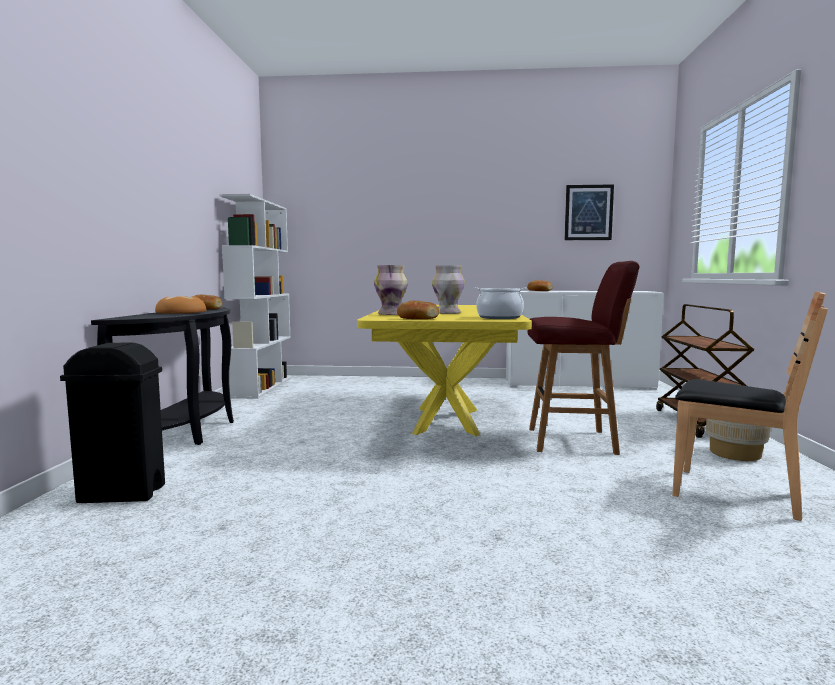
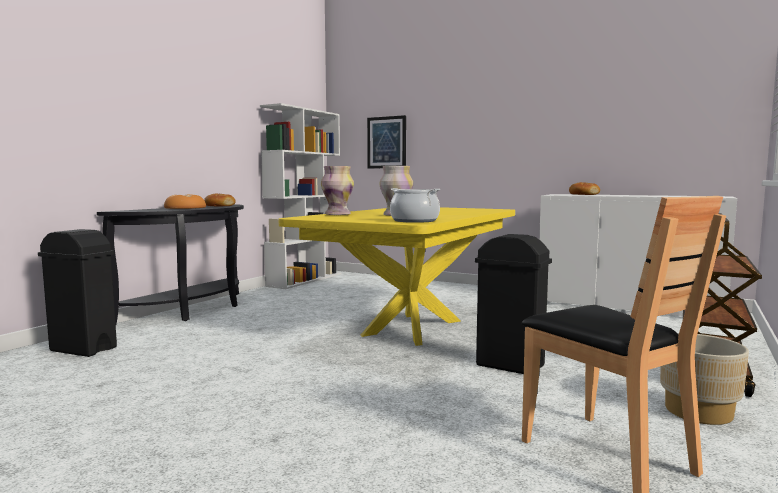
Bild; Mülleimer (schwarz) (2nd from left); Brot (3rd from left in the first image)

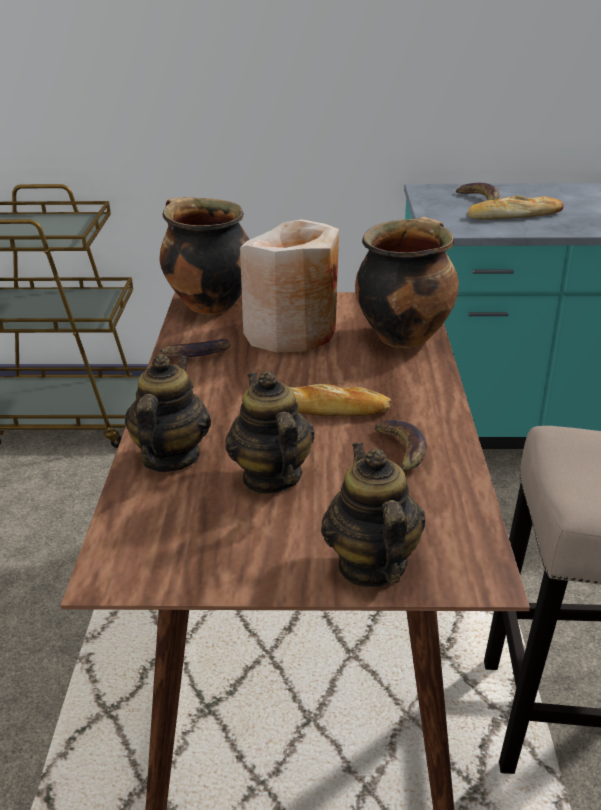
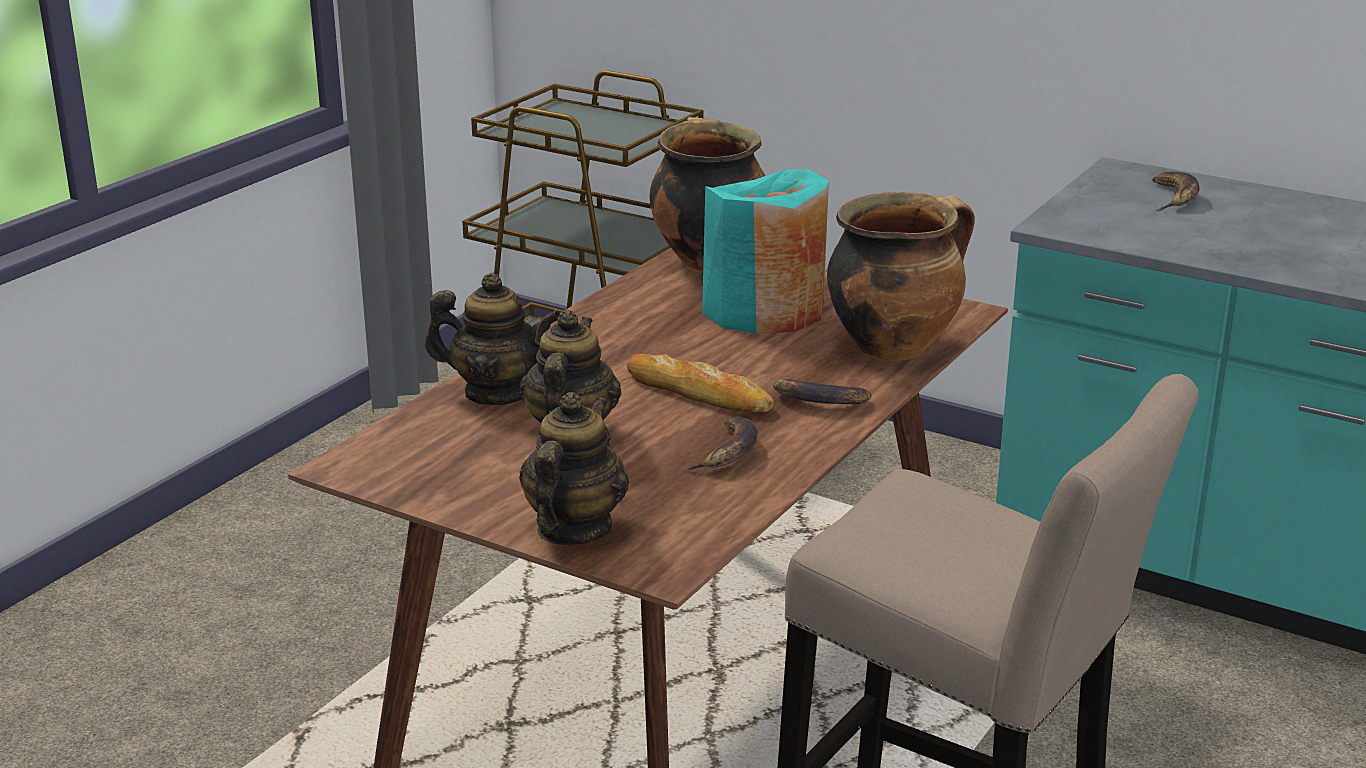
Brot (2nd from left in the first image); Vase (türkis); Banane (2nd from left); Teekanne (1st from left)

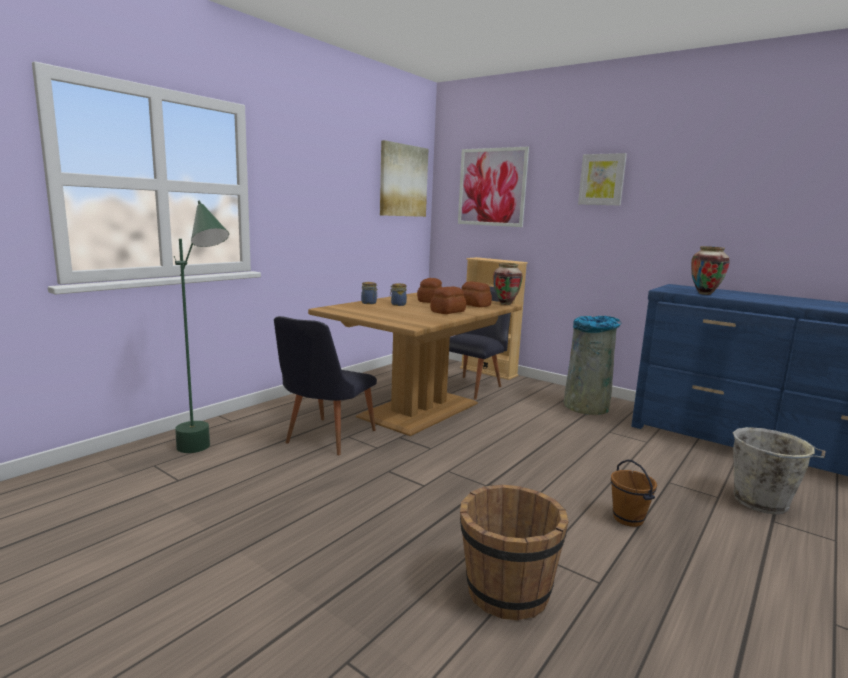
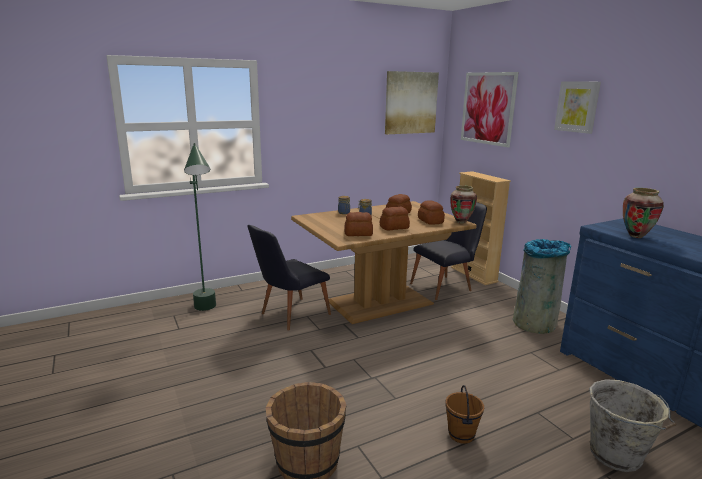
Brot (1st from left)

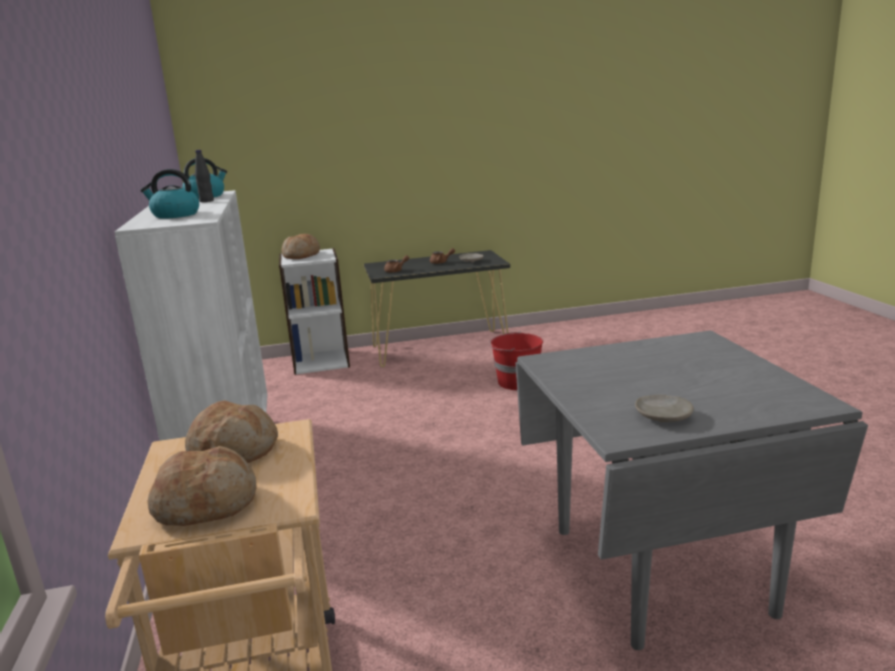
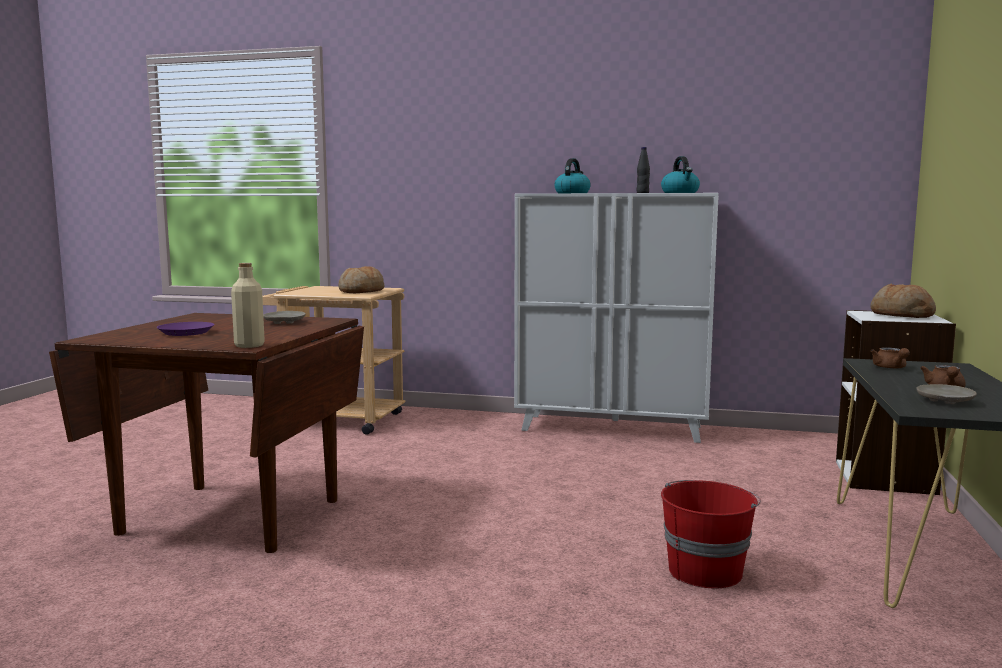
Esstisch (braun); Teller (beige) (1st from left); Brot (1st from left in the first image); Flasche (beige); Teller (lila)

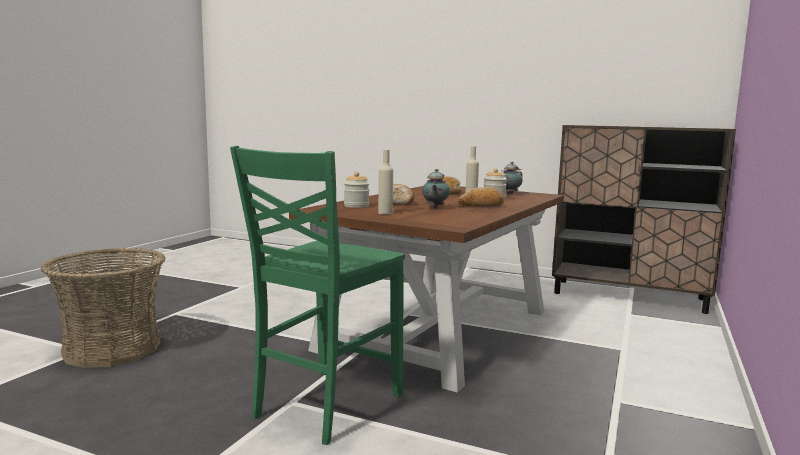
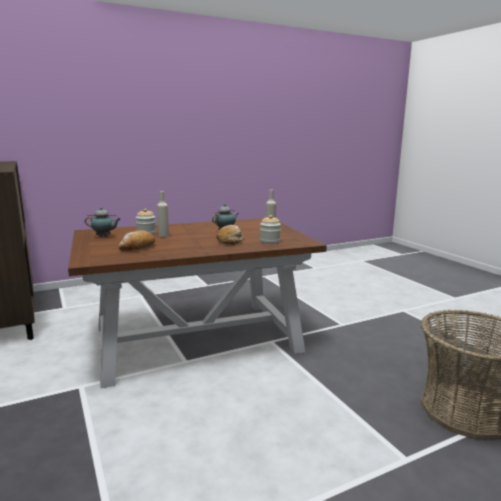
Stuhl (grün); Brot (3rd from left in the first image)

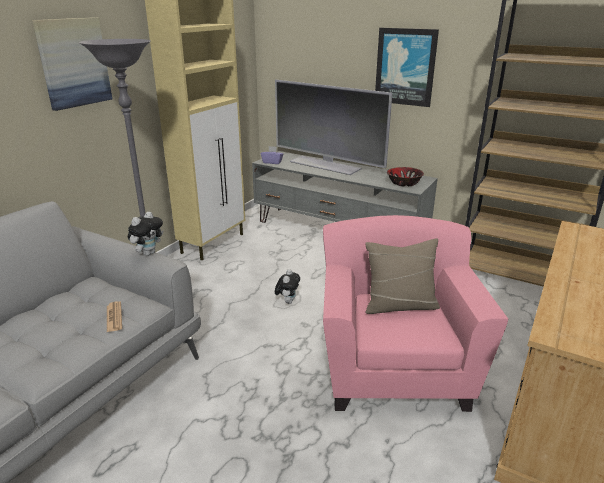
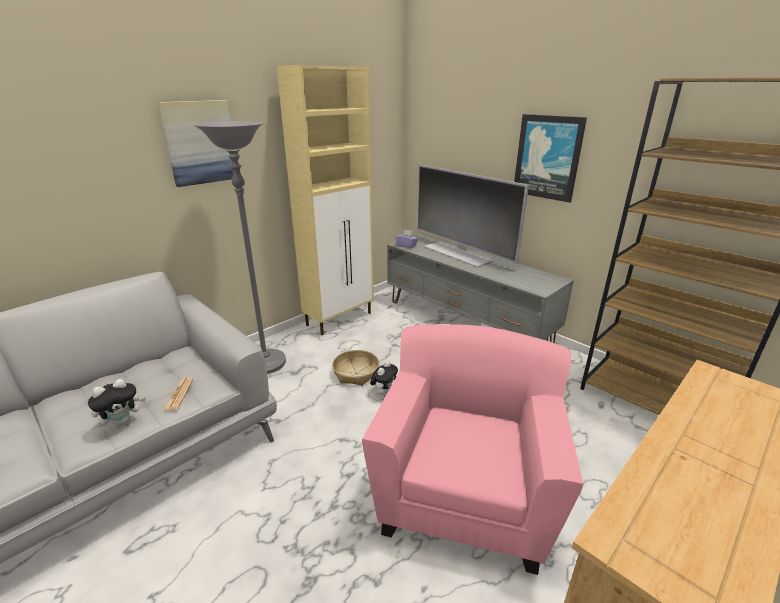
Schüssel; Plüschtier (1st from left); Kissen (beige); Korb

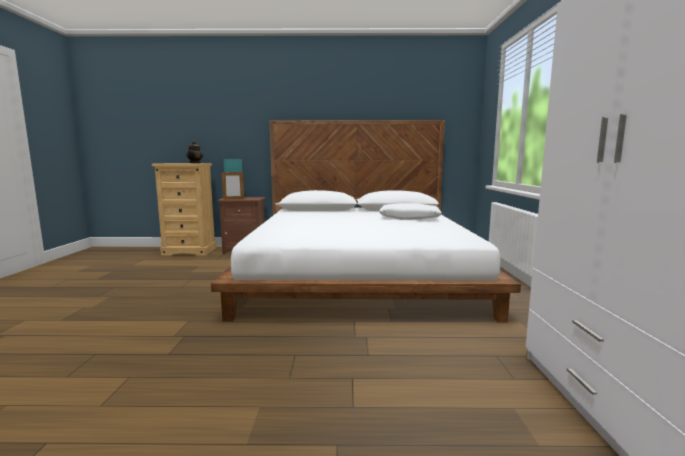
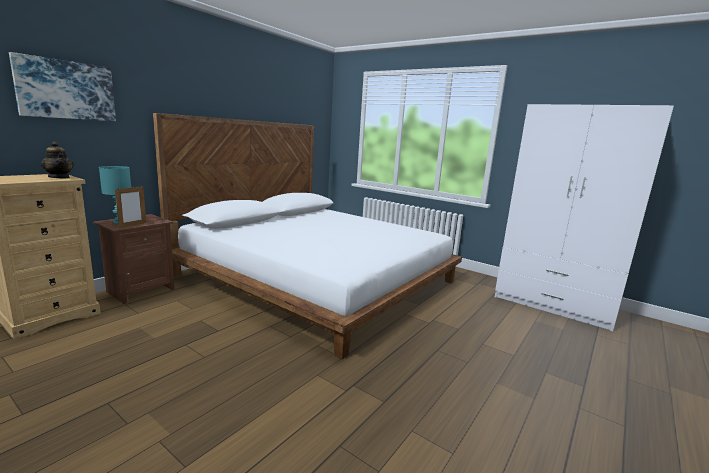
Kissen (weiß); Bild

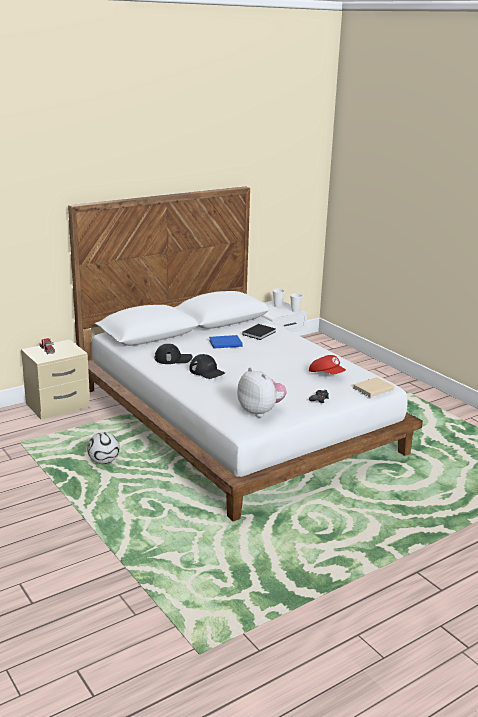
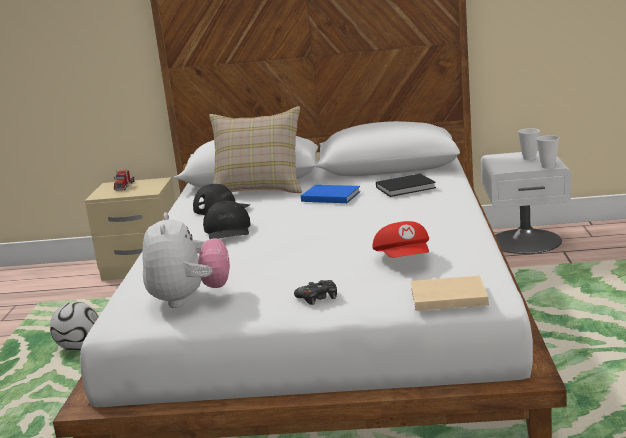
Kissen (beige)

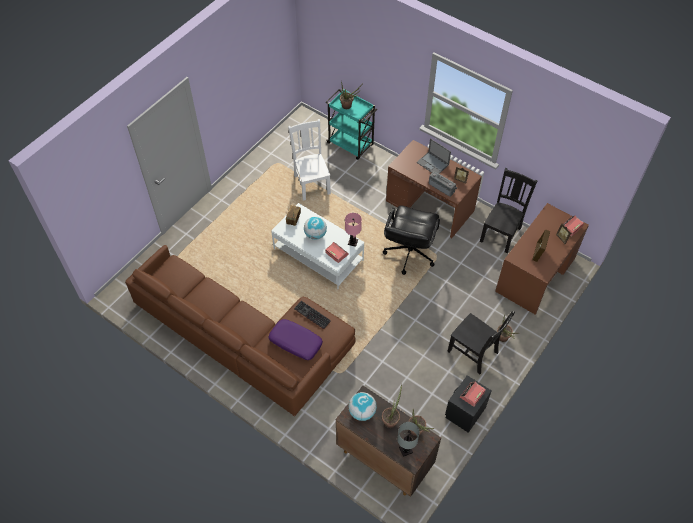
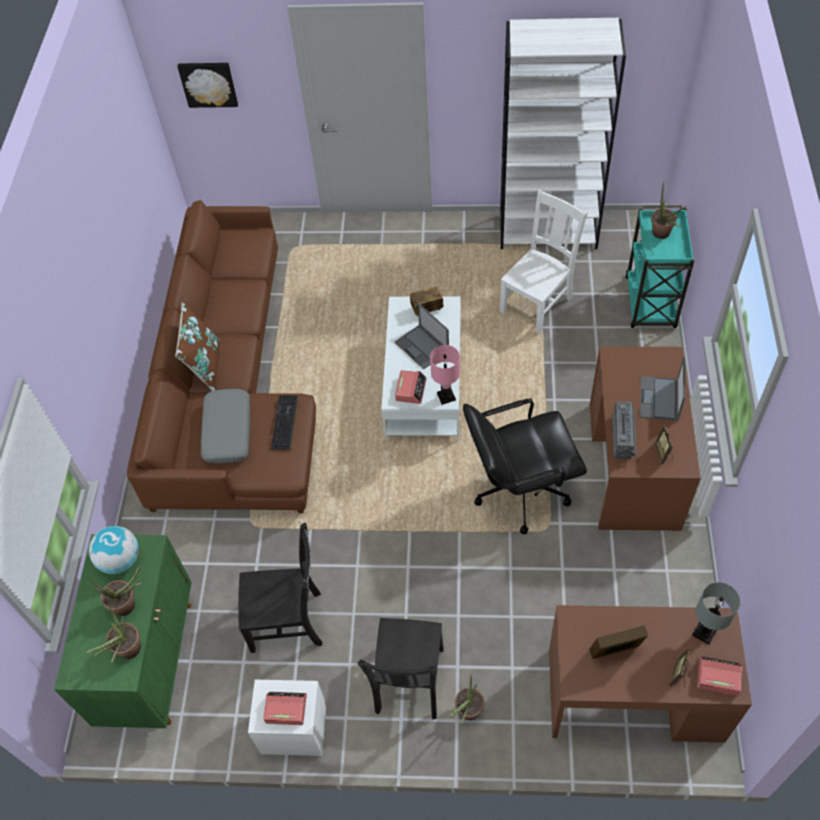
Stuhl (schwarz) (1st from left); Laptop (1st from left); Kissen (grau); Nachttisch (weiß); Schrank (grün); Tischlampe (grau); Bücherregal (weiß); Bild; Kissen (braun)

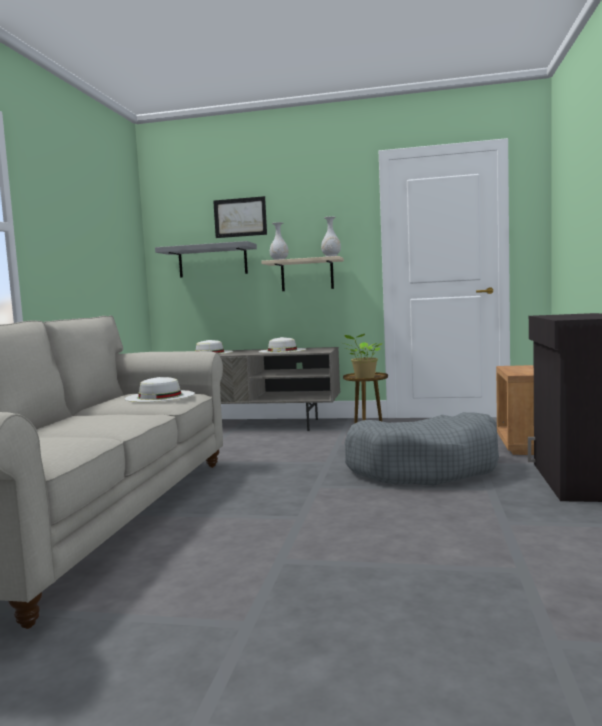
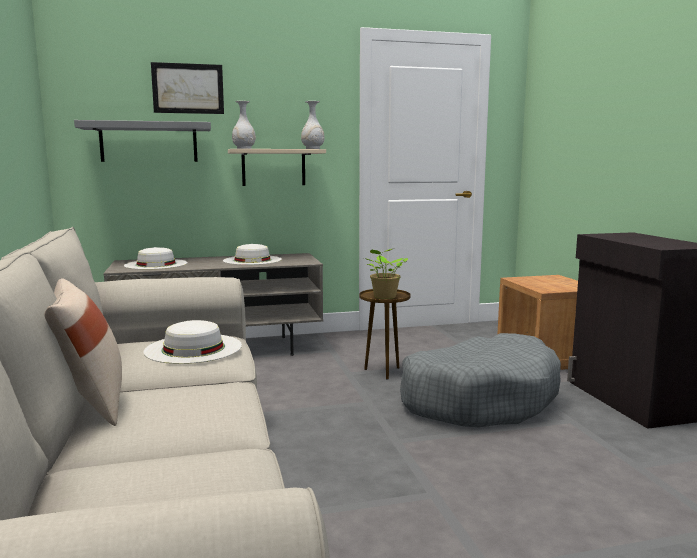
Kissen (beige)

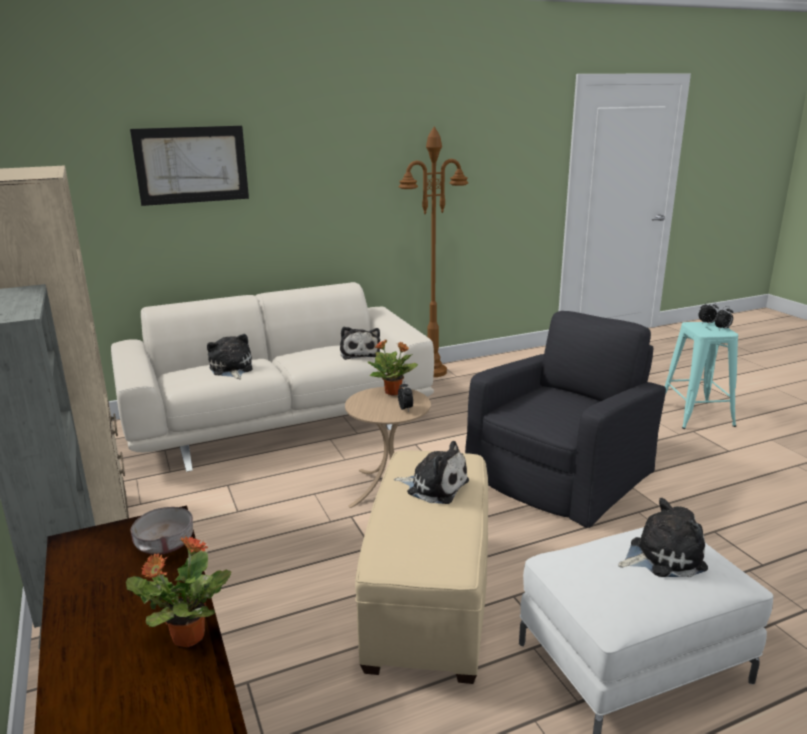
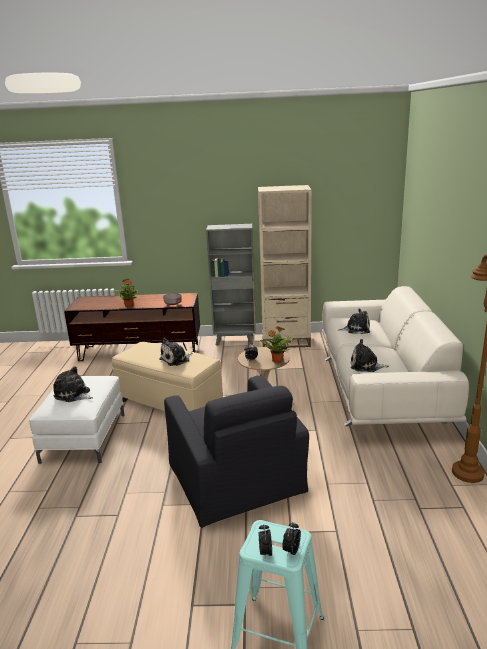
Bild; Plüschtier (1st from left)

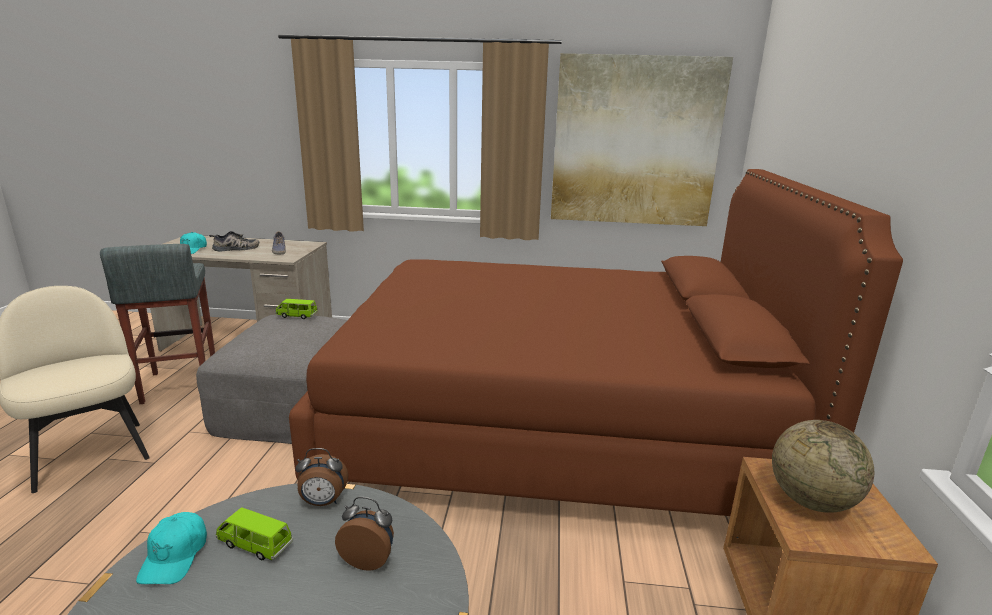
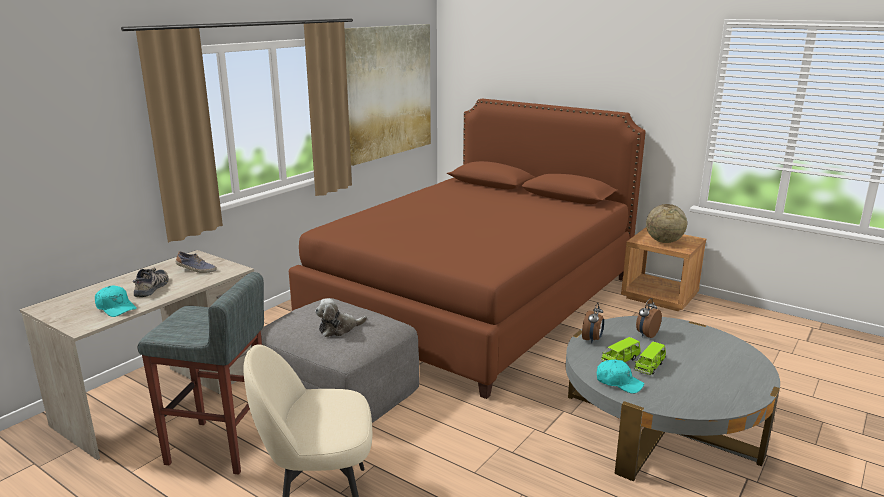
Spielzeugauto (grün) (2nd from left); Plüschtier

